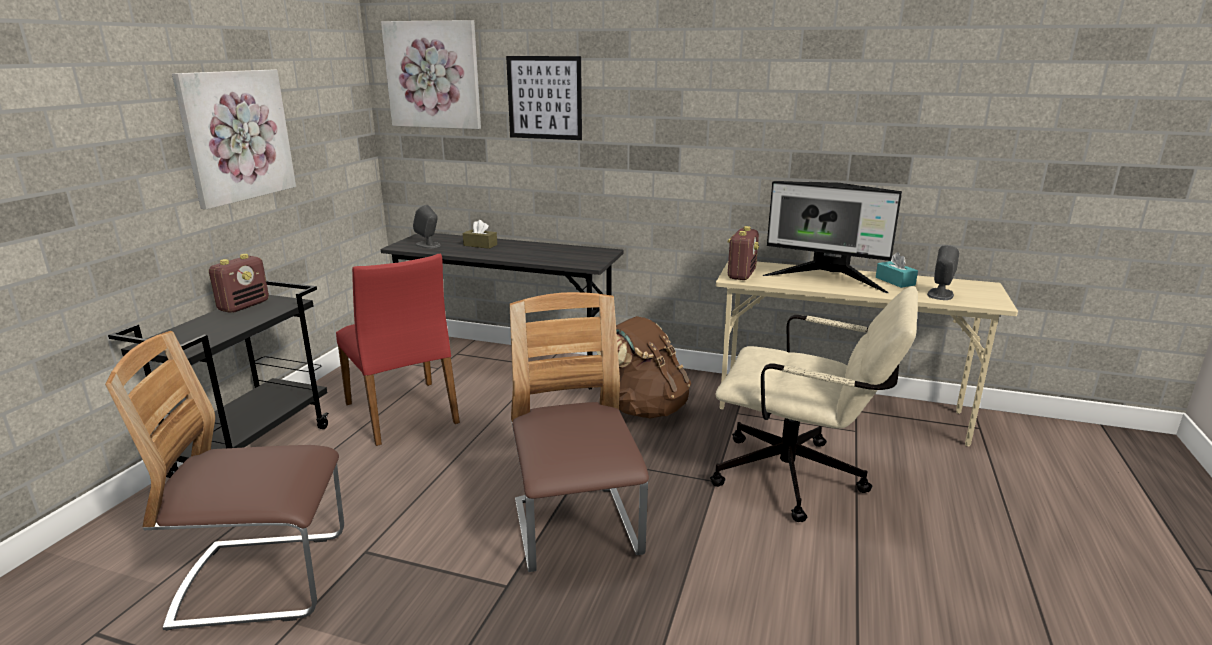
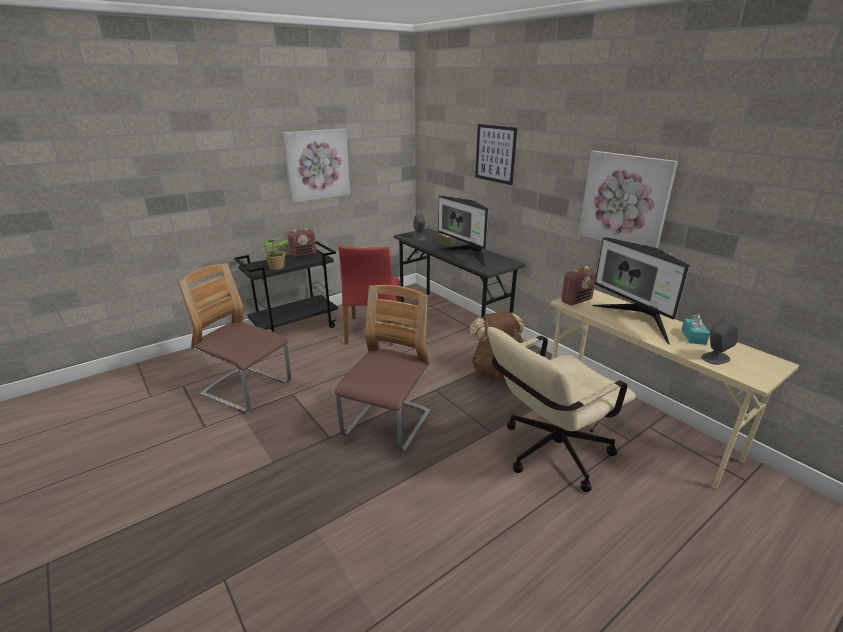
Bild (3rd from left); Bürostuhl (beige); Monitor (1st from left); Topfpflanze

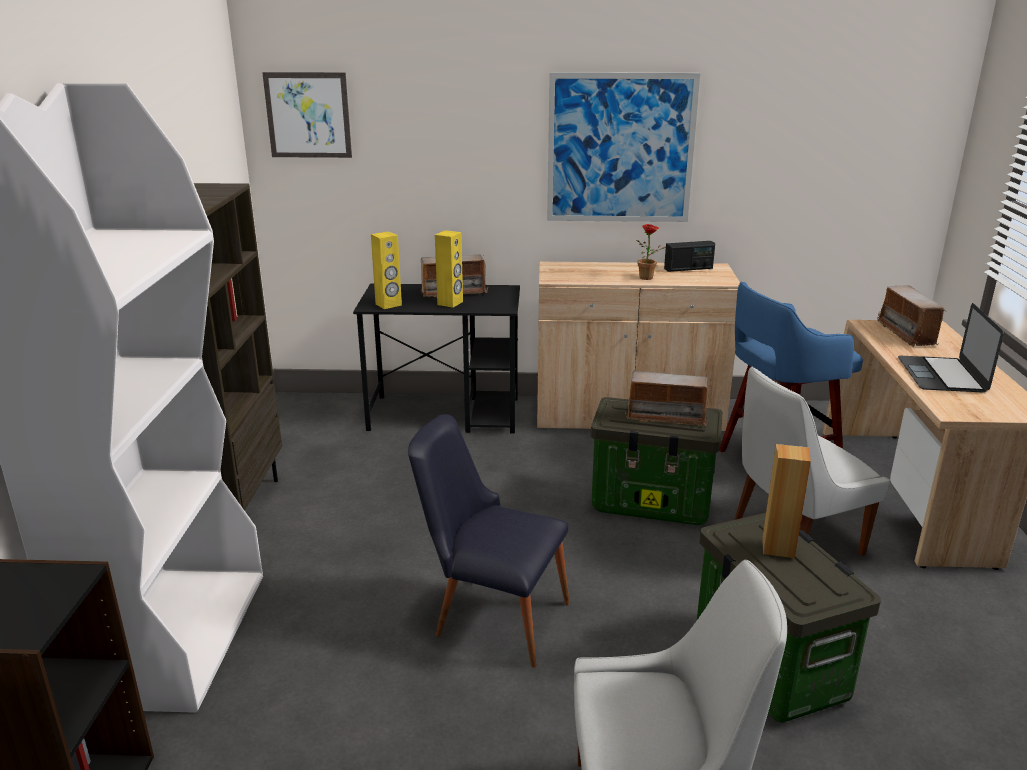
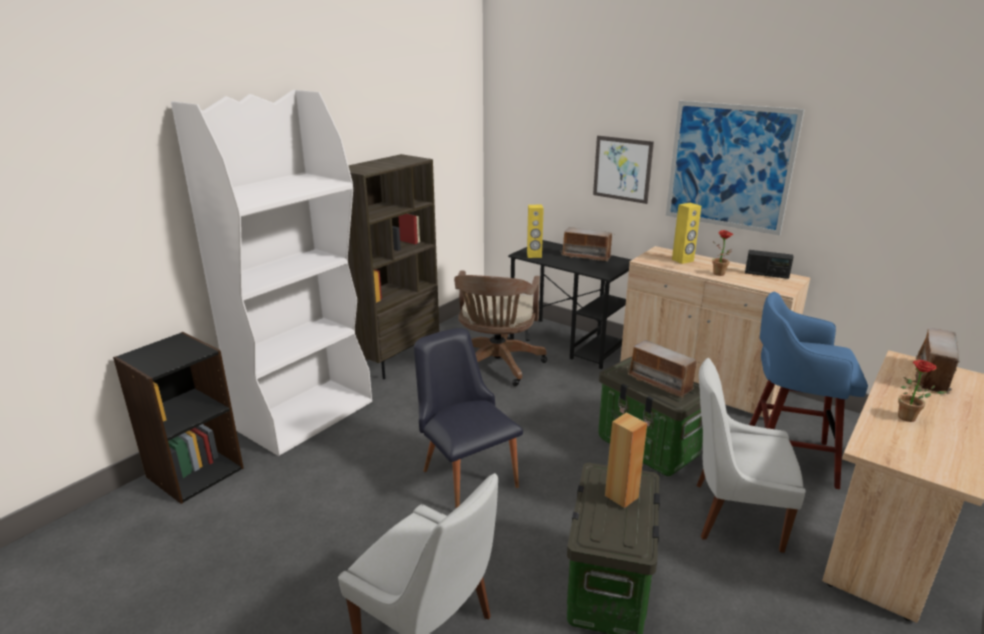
Bild (1st from left); Lautsprecher (gelb) (2nd from left); Topfpflanze (2nd from left); Bürostuhl (braun)

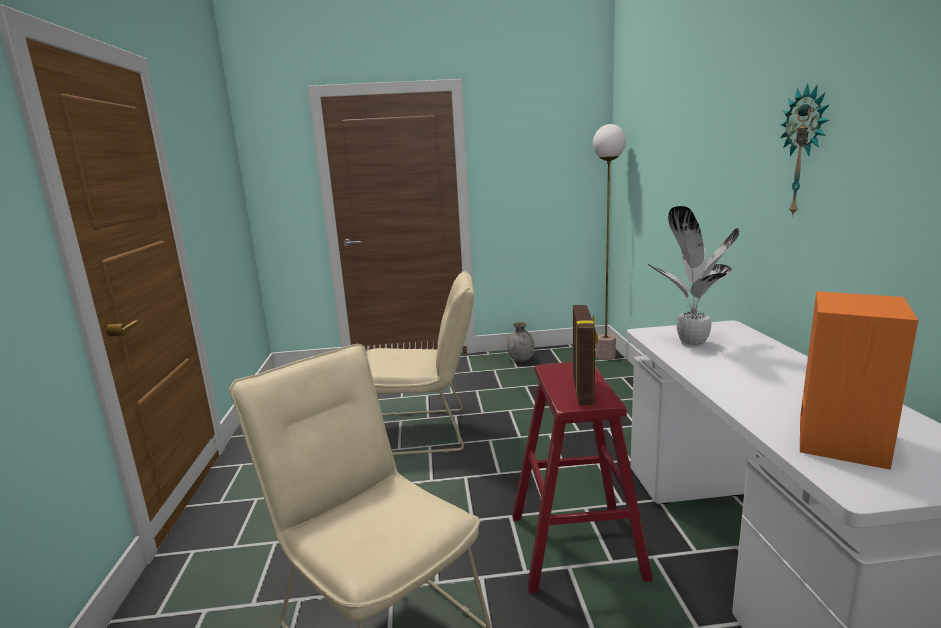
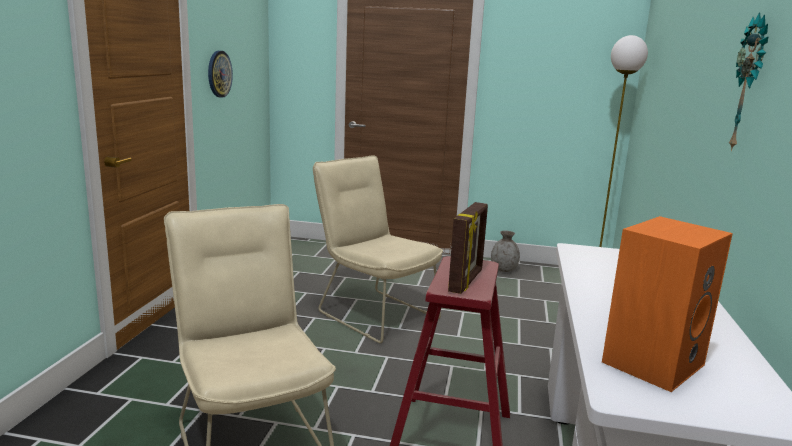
Topfpflanze; Stuhl (beige) (2nd from left); Wanduhr (1st from left)

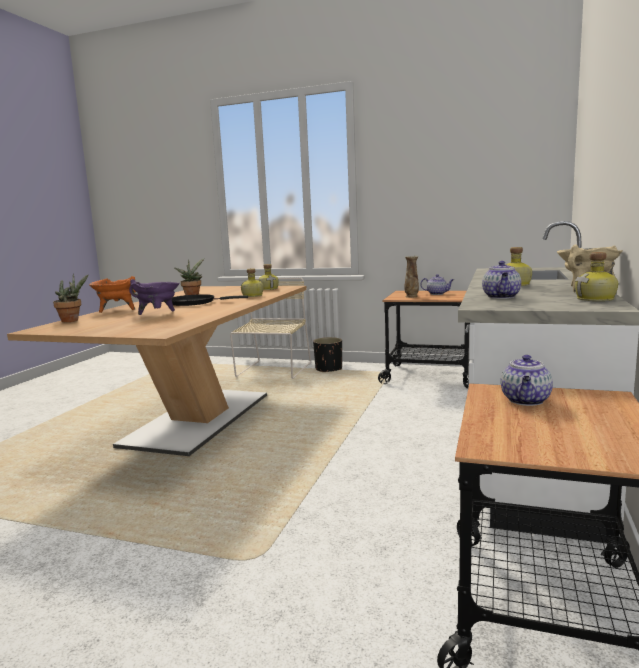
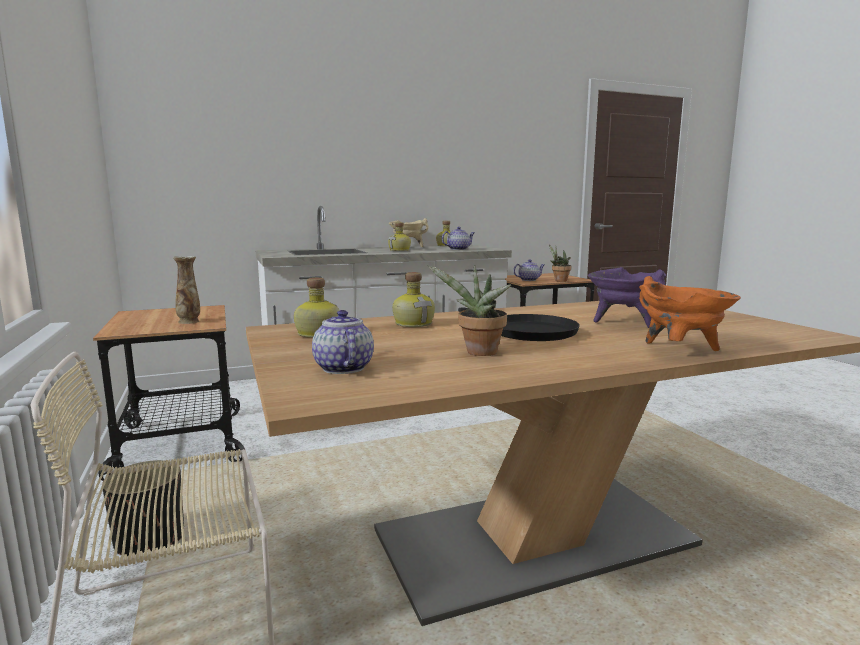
Topfpflanze (2nd from left); Teekanne (1st from left)

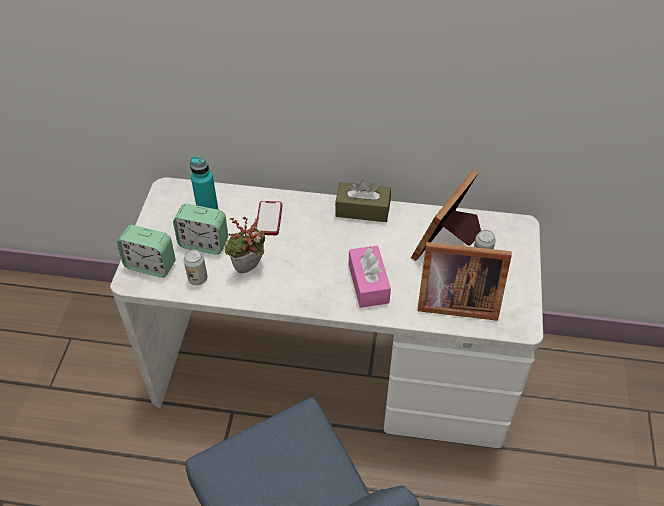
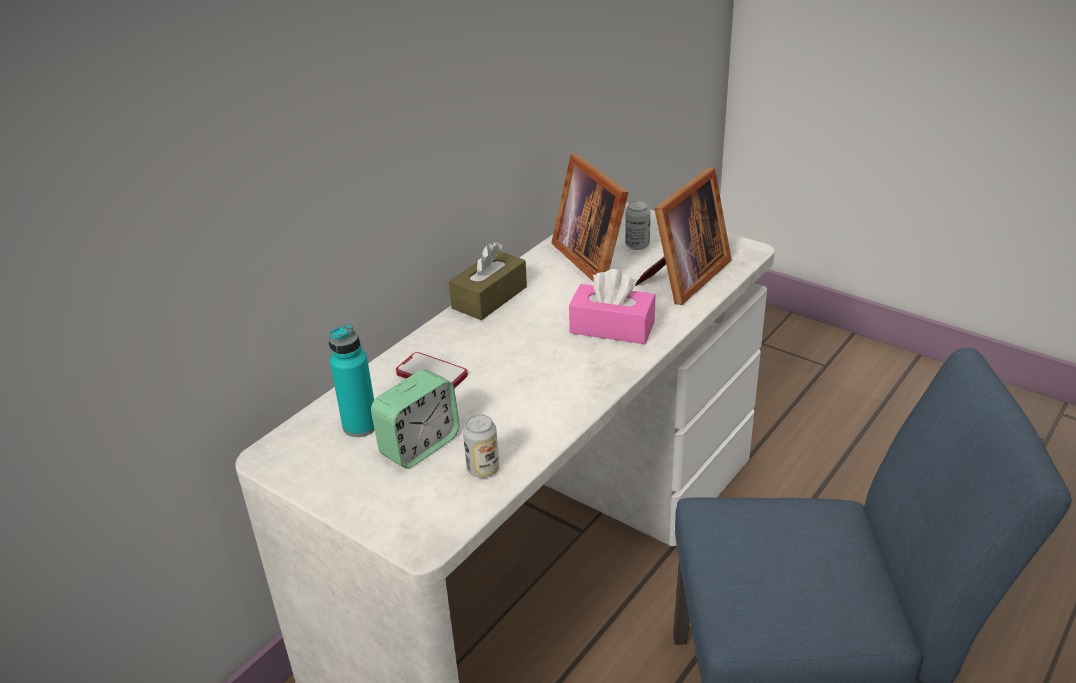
Topfpflanze; Wecker (1st from left in the first image)

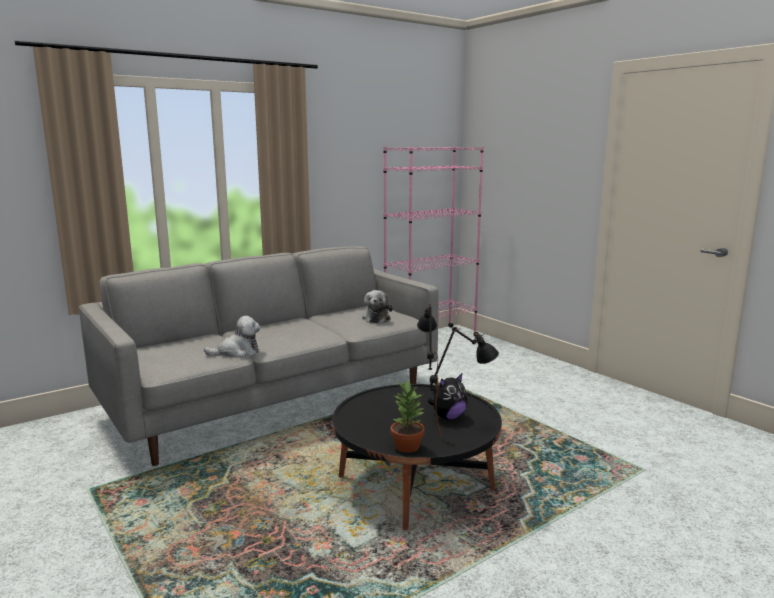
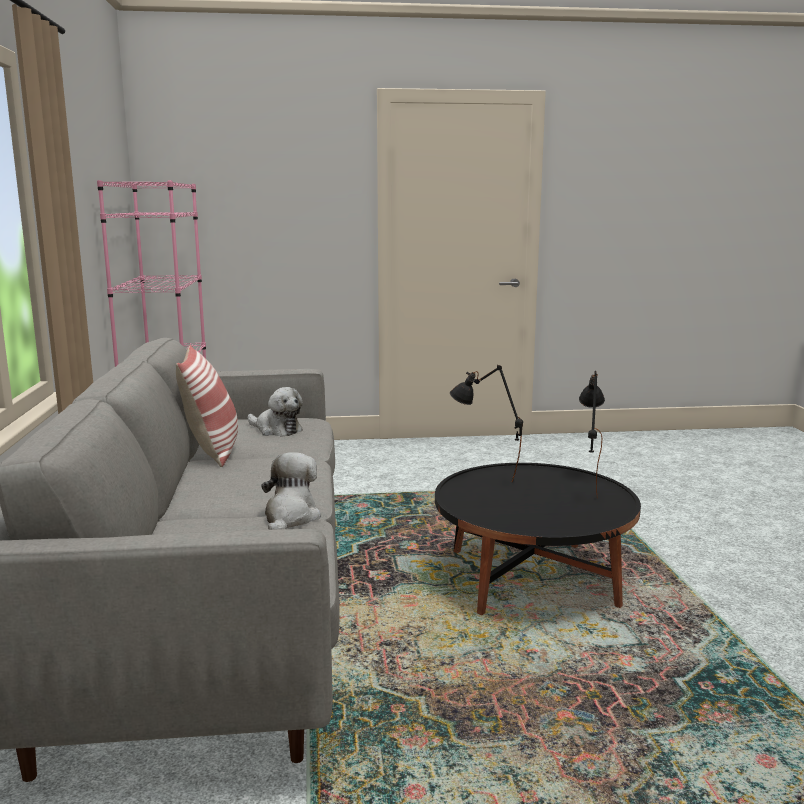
Plüschtier (3rd from left in the first image); Topfpflanze; Kissen

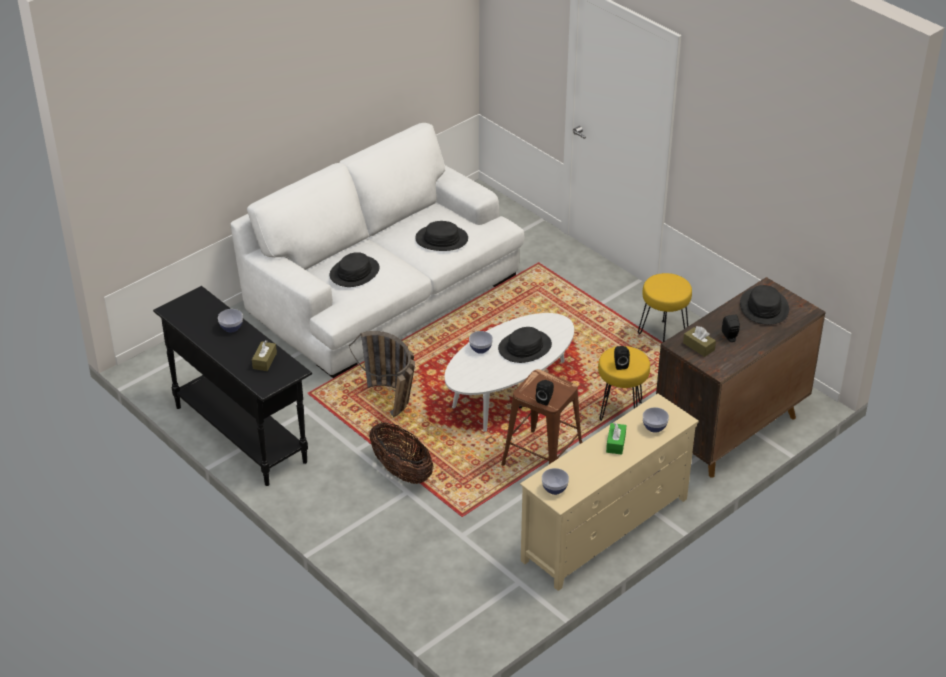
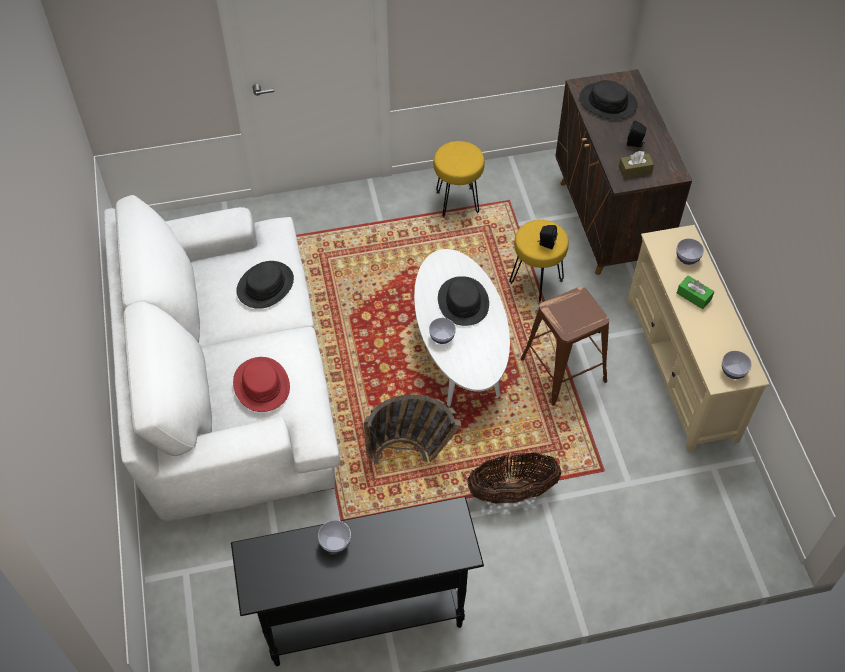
Hut (rot); Taschentuchbox (braun) (1st from left in the first image); Lautsprecher (schwarz) (1st from left in the first image)

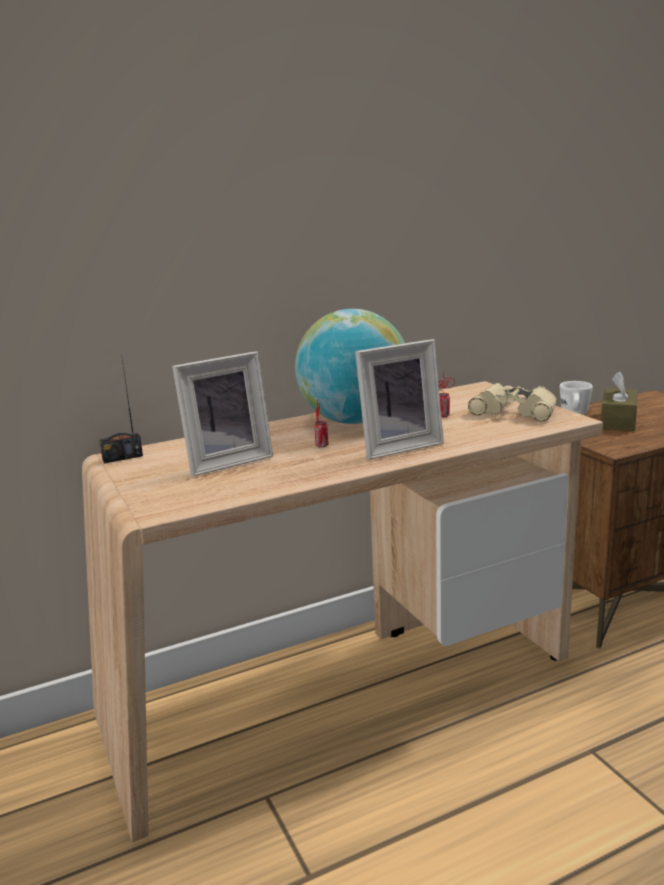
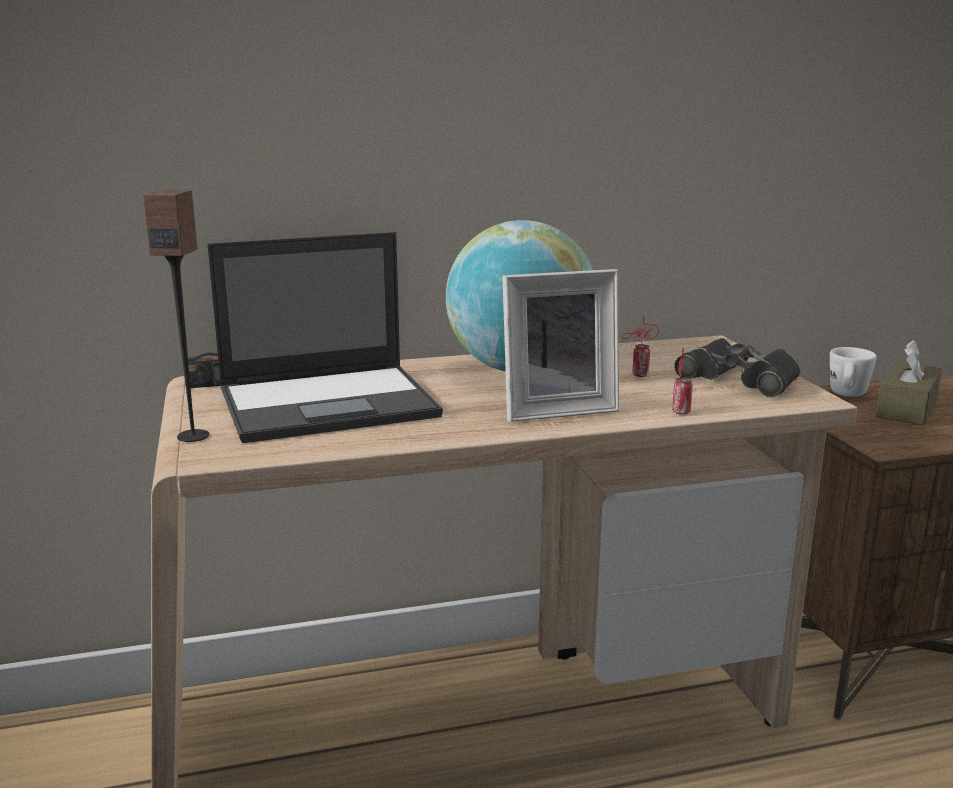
Laptop; Fernglas (schwarz); Dose (2nd from left); Lautsprecher

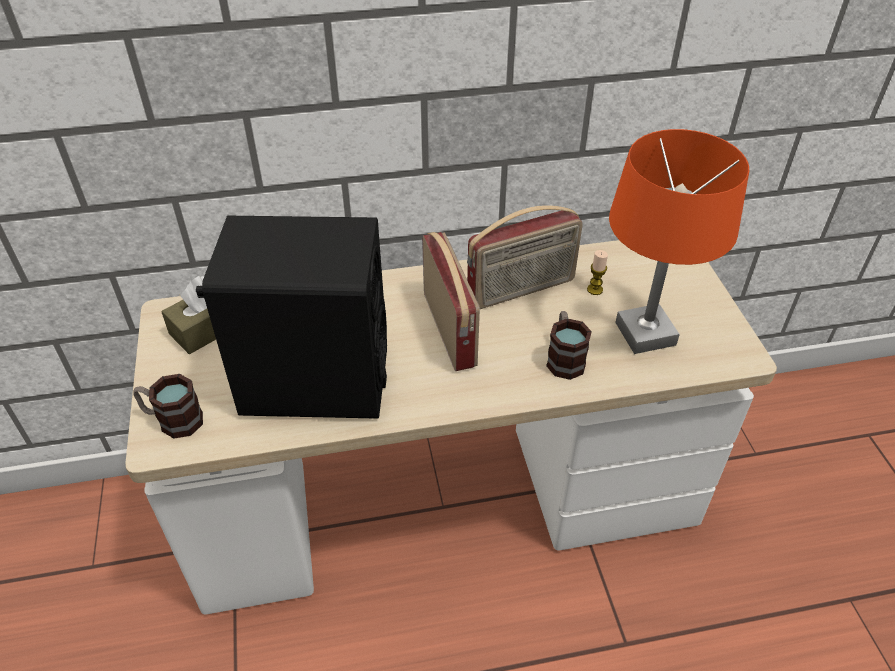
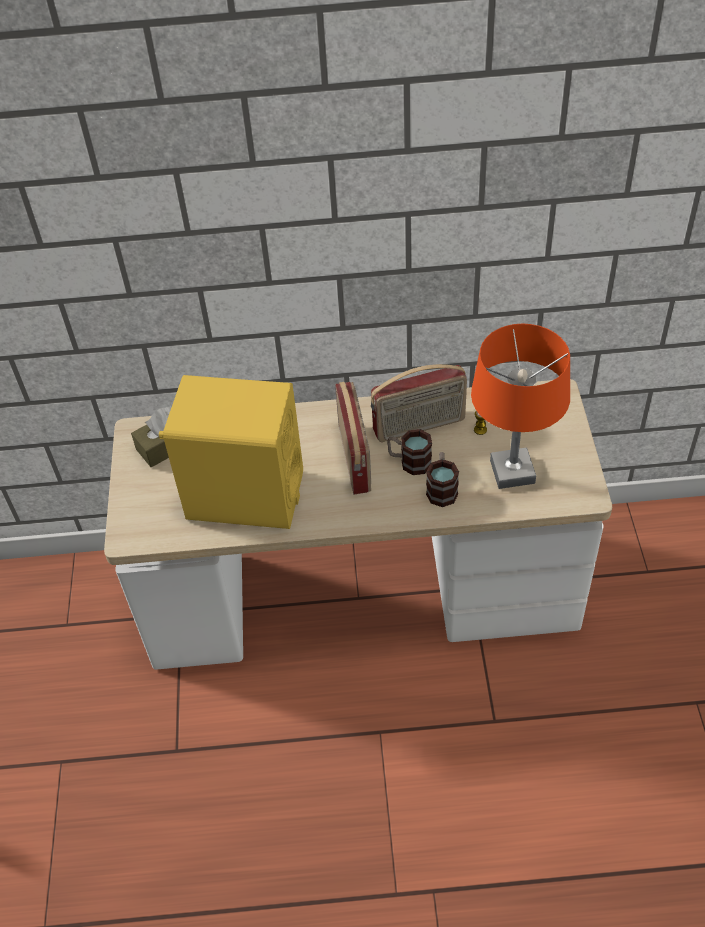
Lautsprecher (gelb); Henkelbecher (1st from left)

